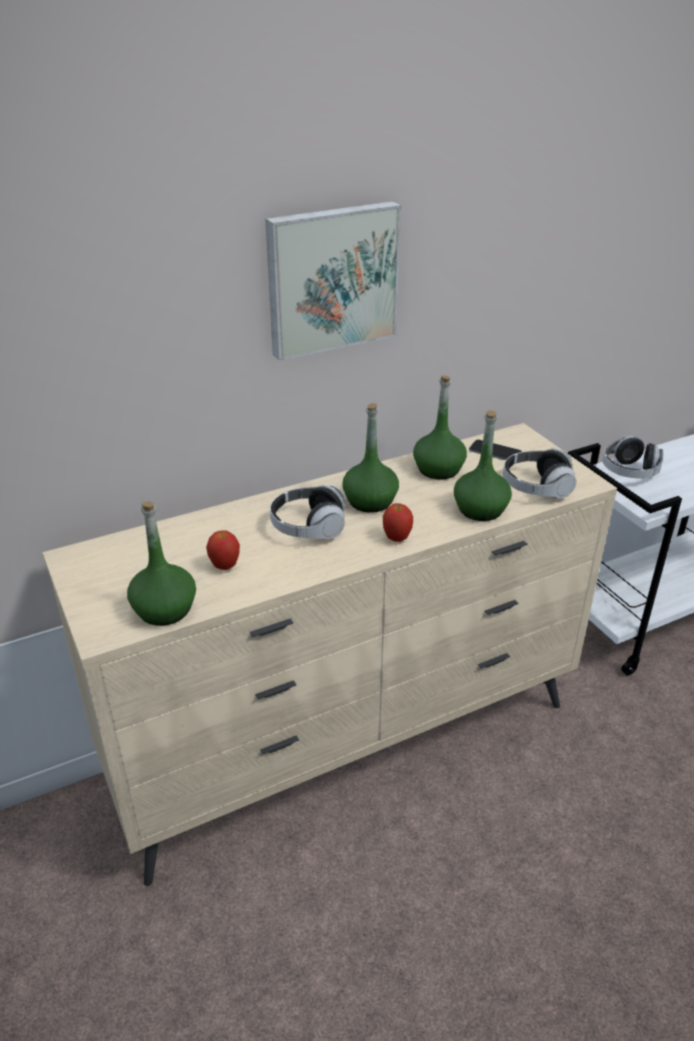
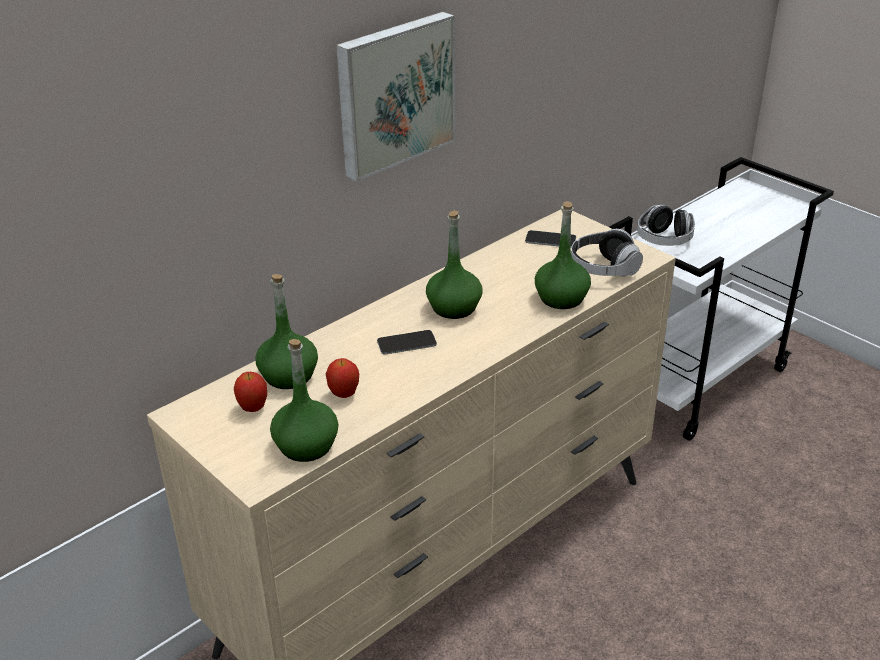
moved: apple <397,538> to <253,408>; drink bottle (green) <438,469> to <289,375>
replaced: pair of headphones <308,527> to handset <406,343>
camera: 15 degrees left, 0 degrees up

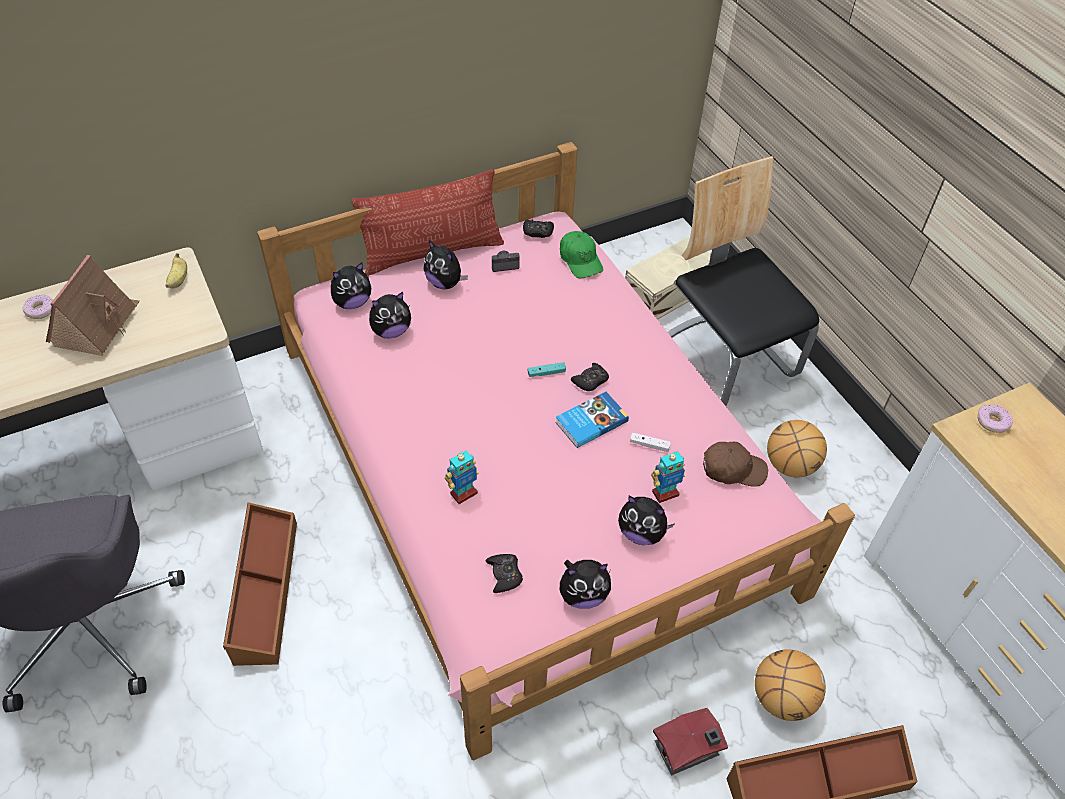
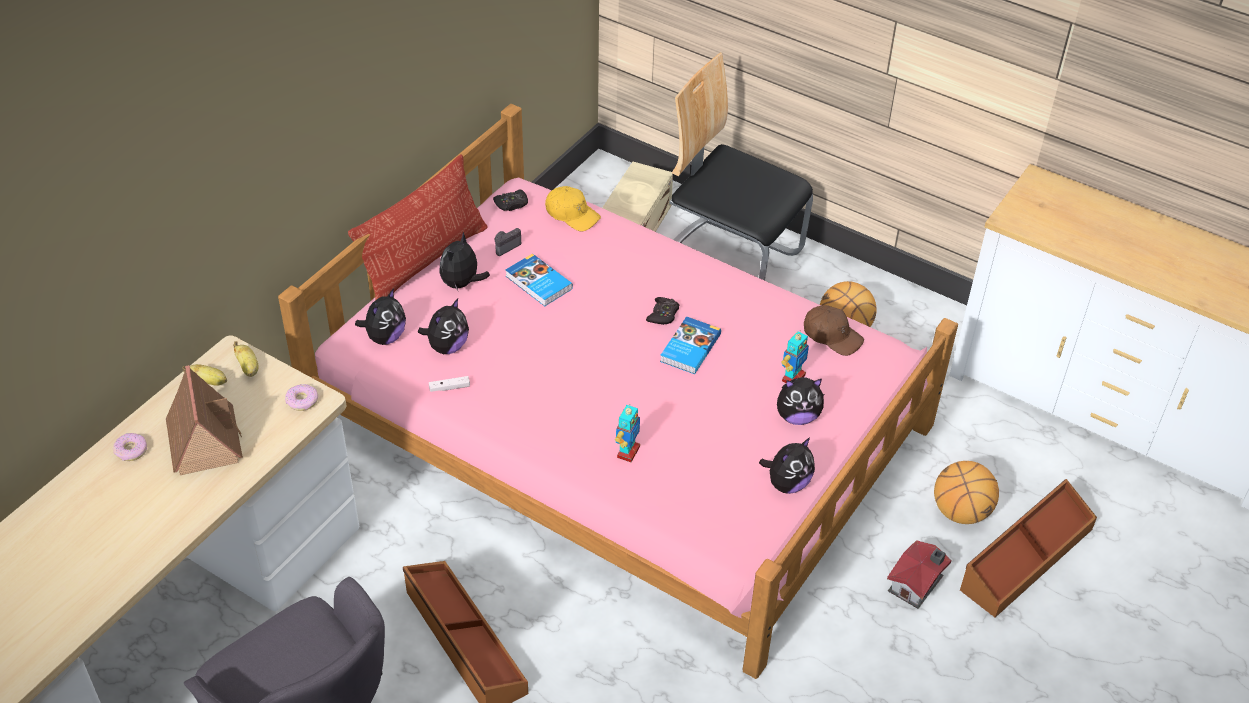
removed: gamepad (blackish) <504,575>; gamepad (turquoise) <546,373>
added: banana <209,382>; bound book <538,283>
moved: gamepad (whitish) <649,445> to <449,387>; doughnut <992,422> to <302,401>
recoloured: baseball cap (green) <580,260> to baseball cap (yellow) <572,214>
turned: soft toy <445,283> = <462,284> 105 degrees clockwise; baseball cap (brownish) <733,469> = <832,336> 60 degrees clockwise
camera: 30 degrees left, 5 degrees down

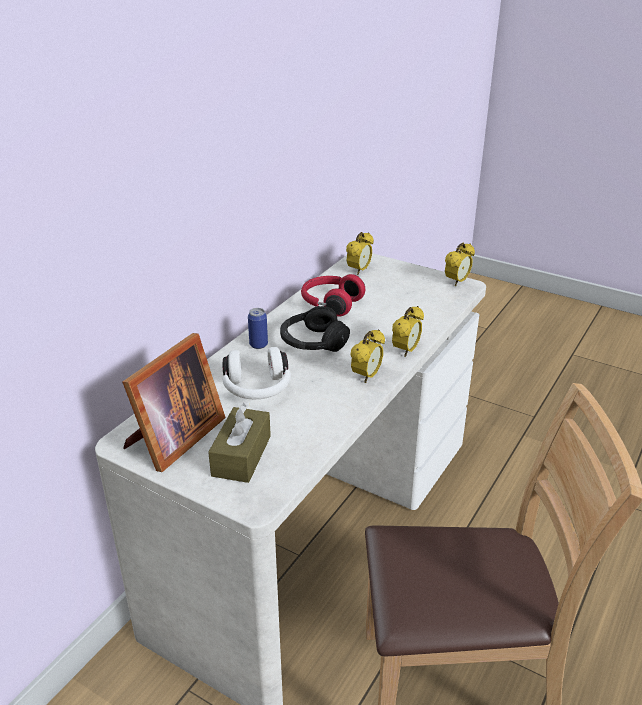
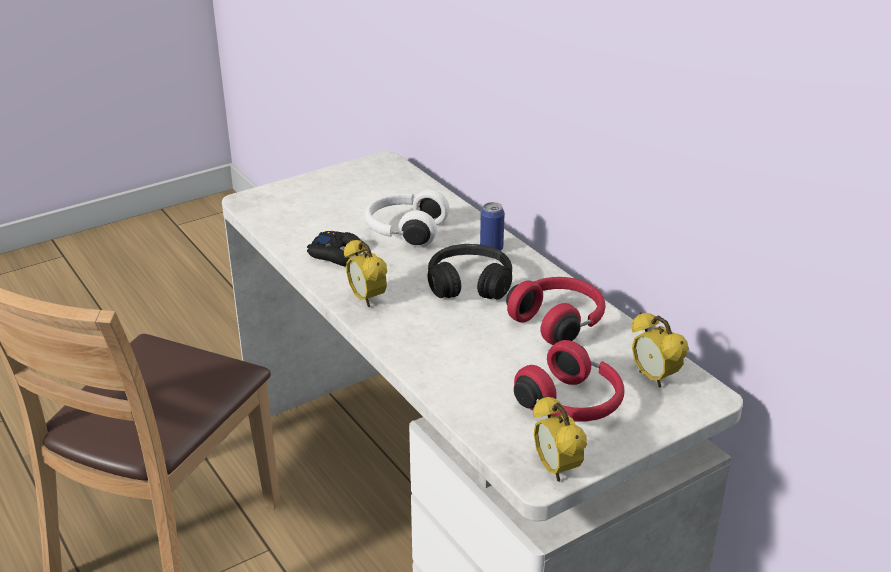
removed: picture frame <173,439>; box of tissues (brownish) <241,456>; bedside clock <406,351>
added: gamepad (blackish) <336,254>; pair of headphones (red-coloured) <572,404>
camera: 115 degrees right, 0 degrees up

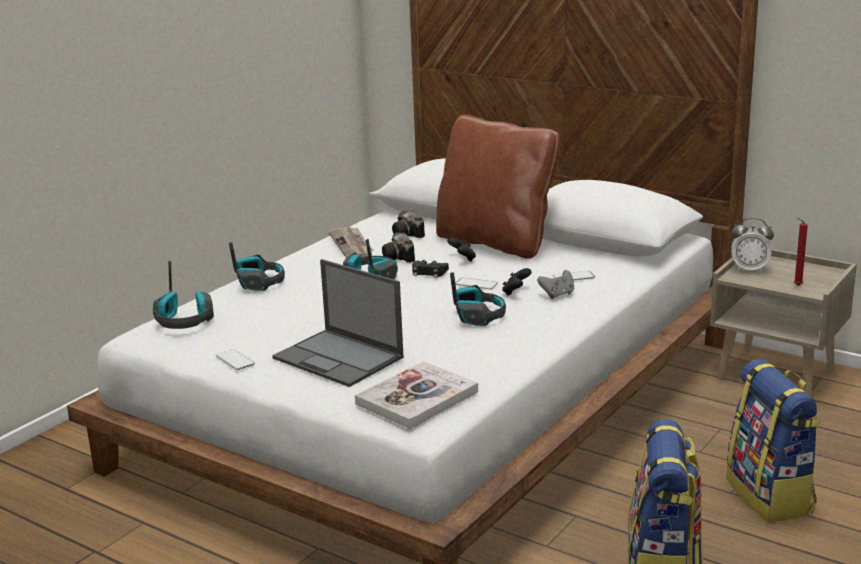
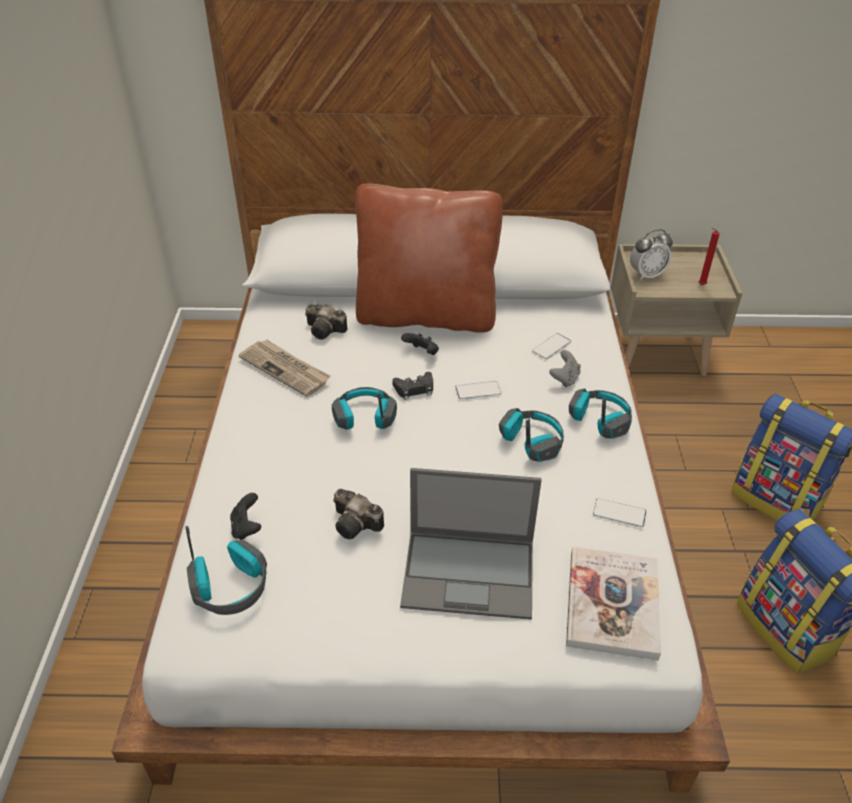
moved: handset <235,360> to <619,513>; pair of headphones <259,282> to <599,420>; still camera <399,258> to <357,525>; gamepad (blackish) <516,292> to <247,527>
camera: 35 degrees left, 20 degrees up

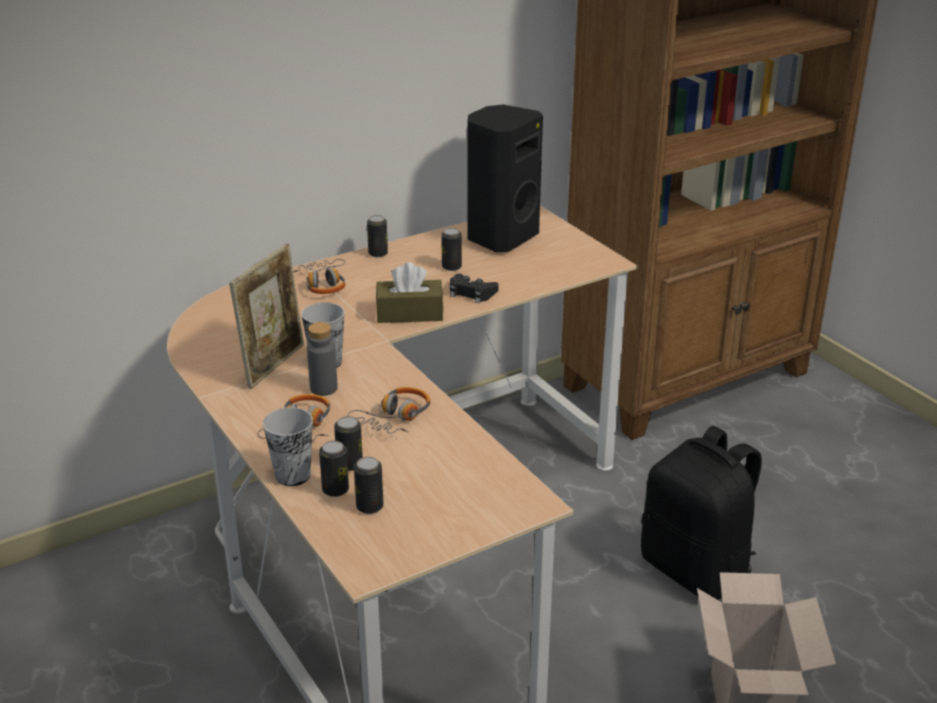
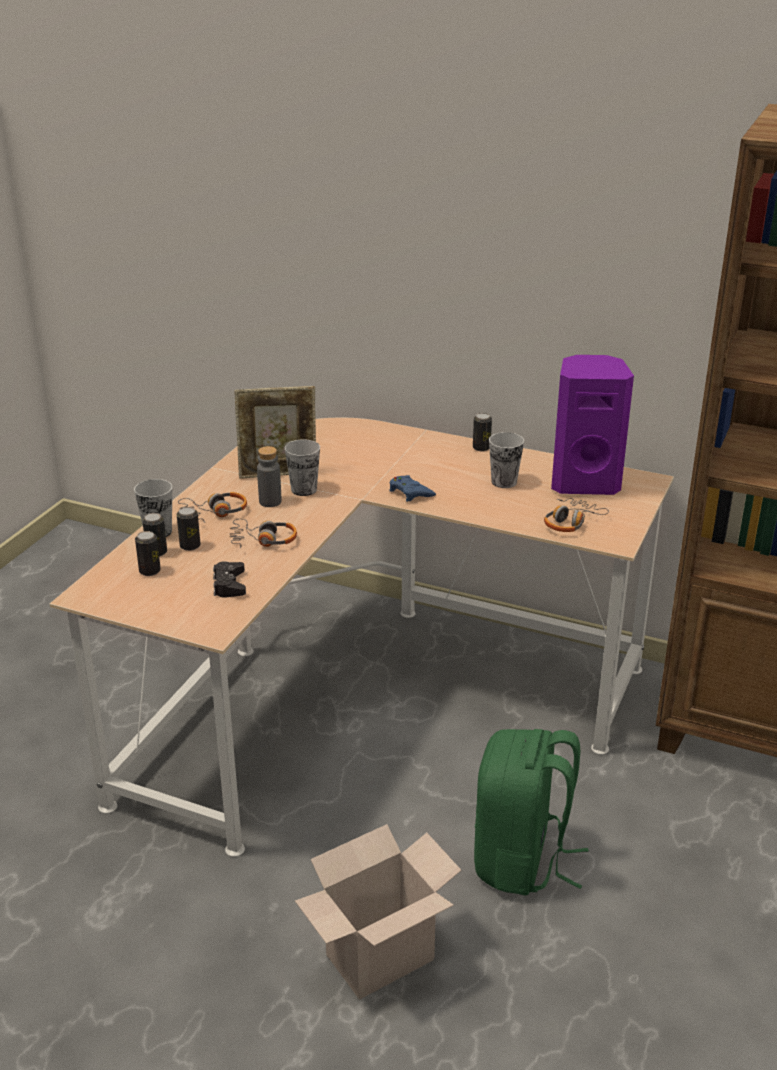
moved: pair of headphones <324,284> to <571,522>; gamepad (blackish) <471,293> to <229,585>
replaced: box of tissues (brownish) <410,313> to gamepad (bluish) <410,492>; can <451,267> to cup <504,482>
recoloured: loudspeaker (blackish) <500,237> to loudspeaker (purple-coloured) <584,483>; knapsack (blackish) <697,570> to knapsack (green) <522,860>
camera: 55 degrees right, 0 degrees up

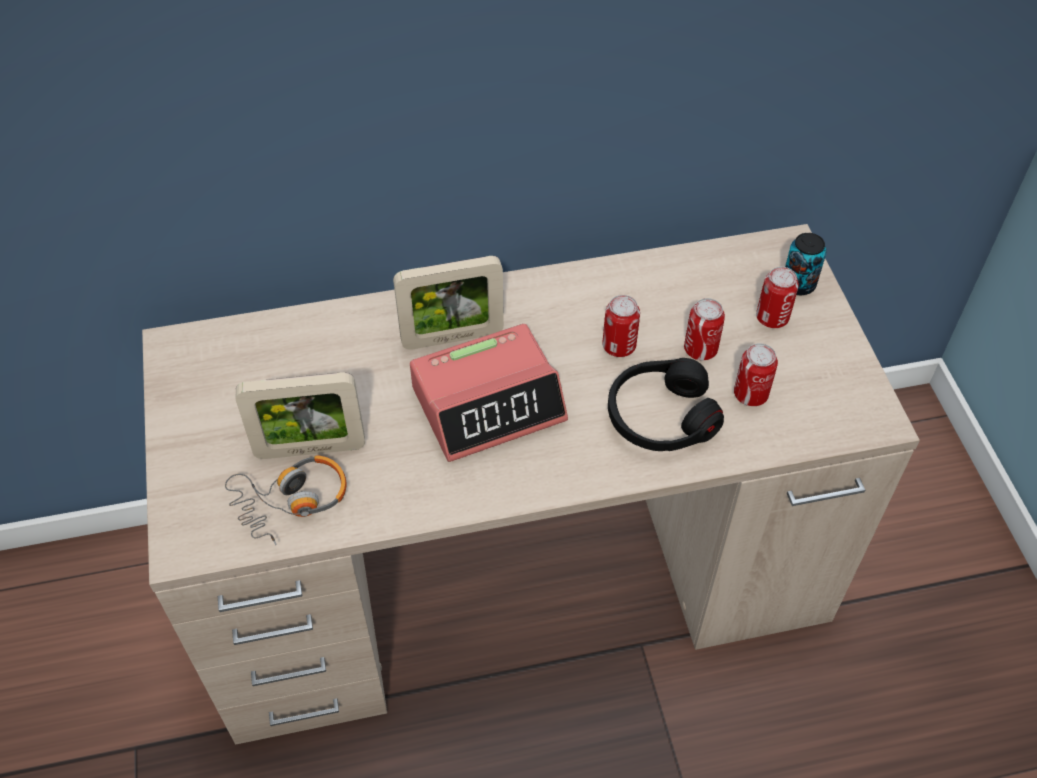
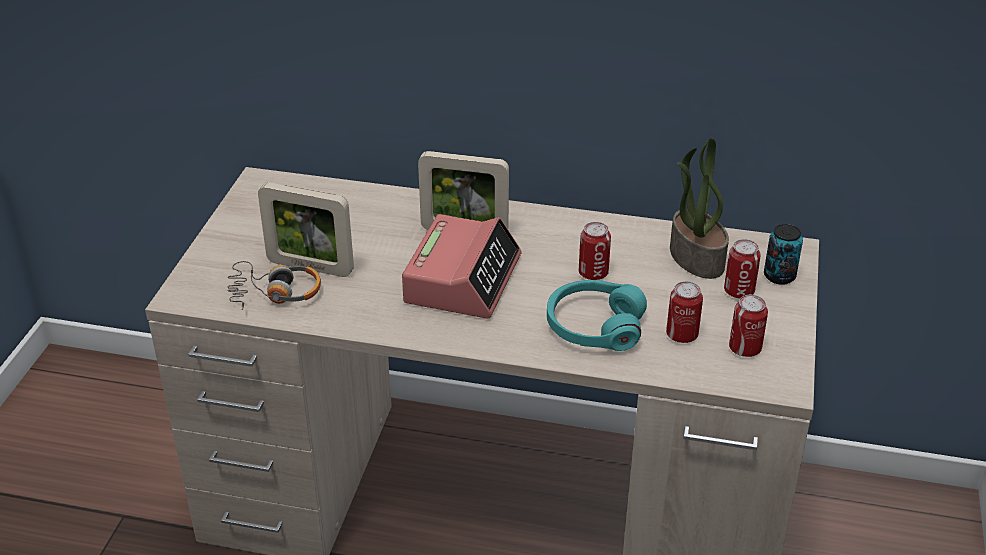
added: plant in a pot <695,257>
moved: can <700,349> to <745,348>
recoloured: pair of headphones (blackish) <660,416> to pair of headphones (turquoise) <594,326>
turned: bedside clock <489,403> = <463,279> 75 degrees counterclockwise
camera: 25 degrees right, 15 degrees down

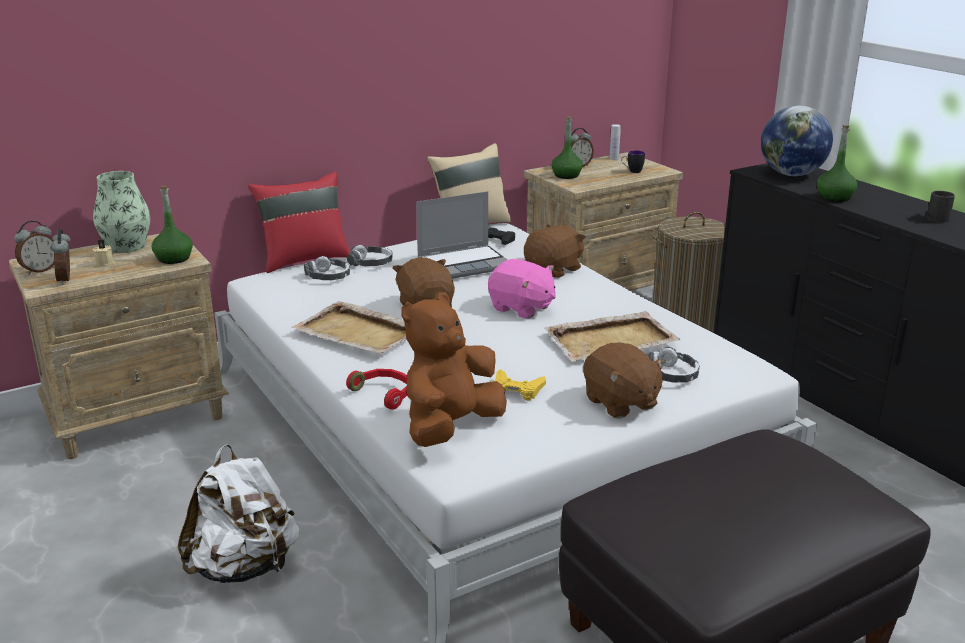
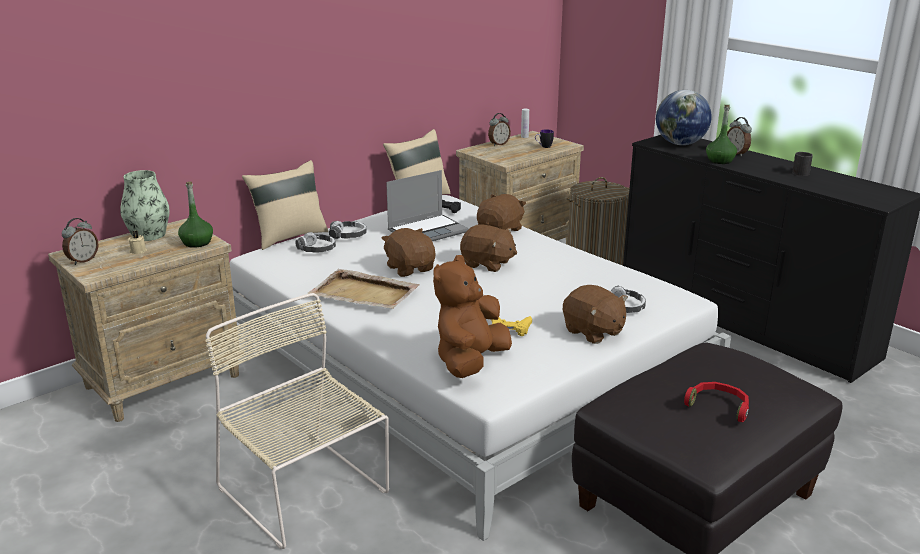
removed: carrying tray (beige) <612,340>; drink bottle (green) <566,175>
moved: bedside clock <67,279> to <736,154>; pair of headphones (red-coloured) <385,393> to <719,406>
replaced: knapsack (whitish) <244,567> to chair (beige) <305,493>
recoloured: pillow (red-coloured) <304,260> to pillow (beige) <289,236>; soft toy (pinkish) <521,308> to soft toy (brownish) <487,264>
camera: 10 degrees left, 0 degrees up

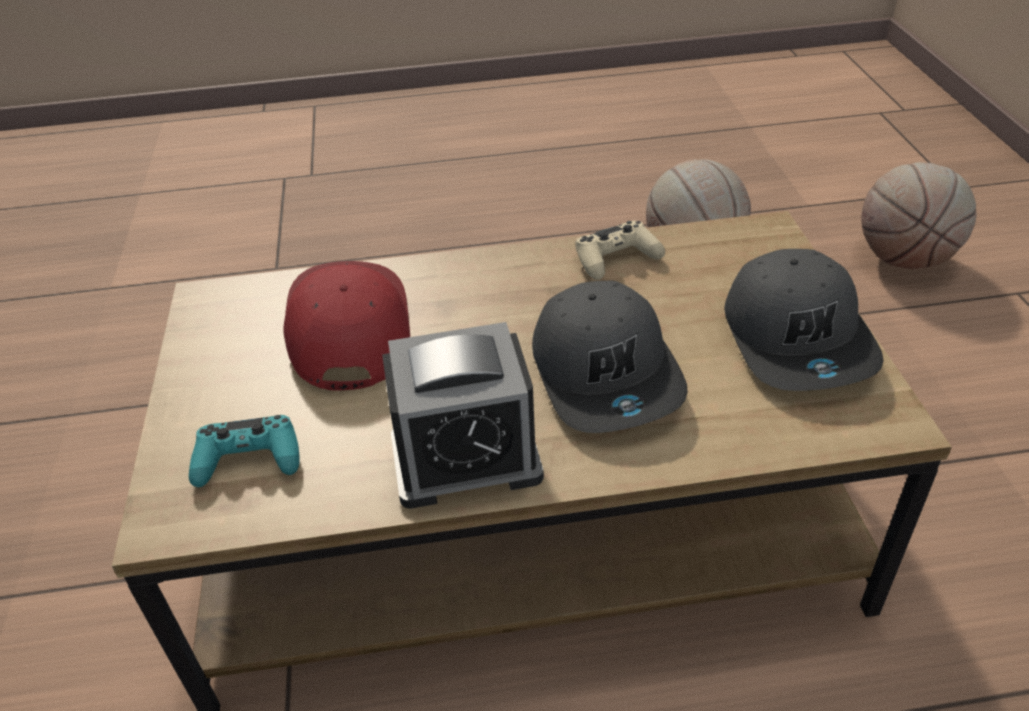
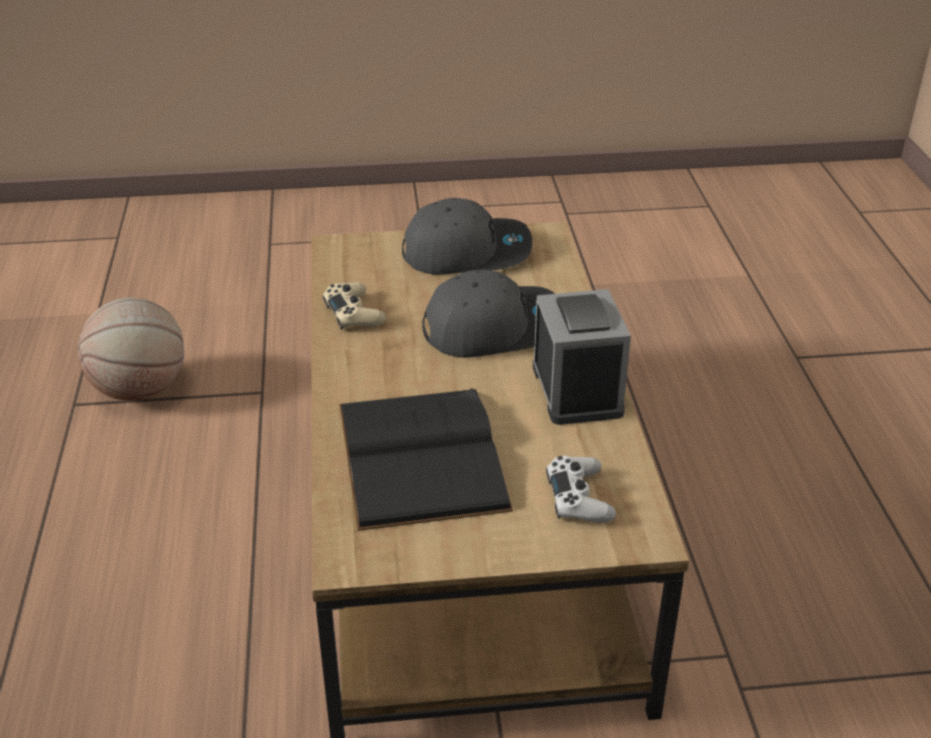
removed: ball for basketball <904,259>
replaced: baseball cap (red-coloured) <347,330> to bound book (blackish) <421,456>
recoloured: gamepad (turquoise) <249,460> to gamepad (whitish) <579,498>
camera: 90 degrees left, 5 degrees down

